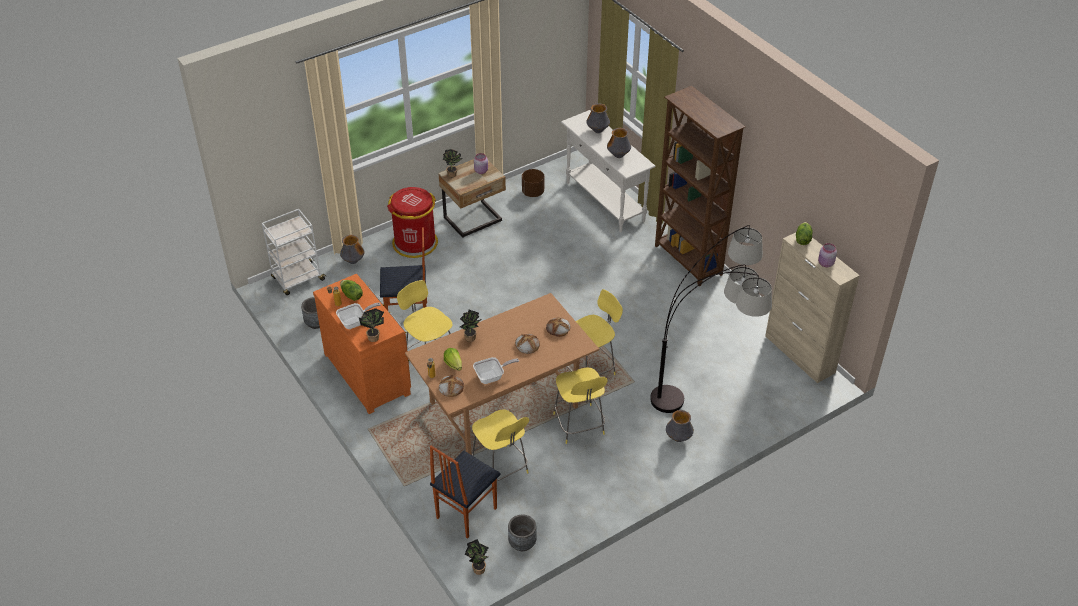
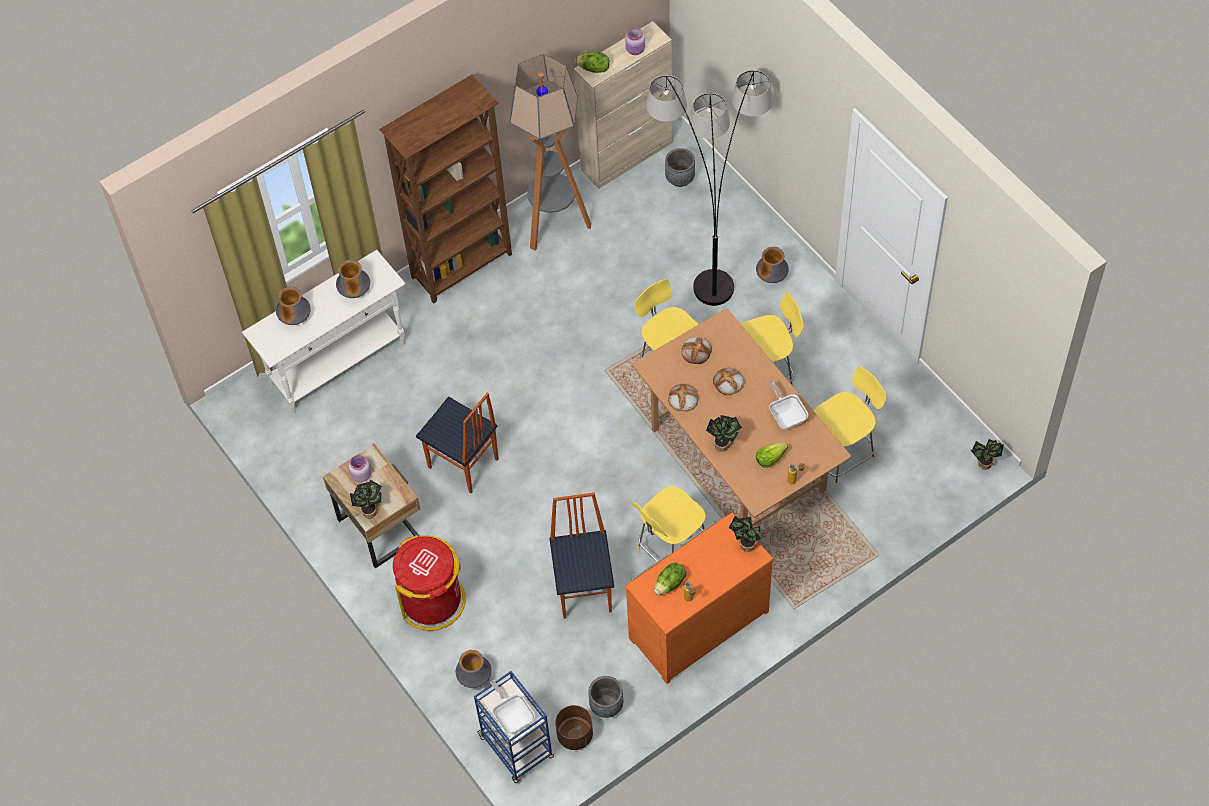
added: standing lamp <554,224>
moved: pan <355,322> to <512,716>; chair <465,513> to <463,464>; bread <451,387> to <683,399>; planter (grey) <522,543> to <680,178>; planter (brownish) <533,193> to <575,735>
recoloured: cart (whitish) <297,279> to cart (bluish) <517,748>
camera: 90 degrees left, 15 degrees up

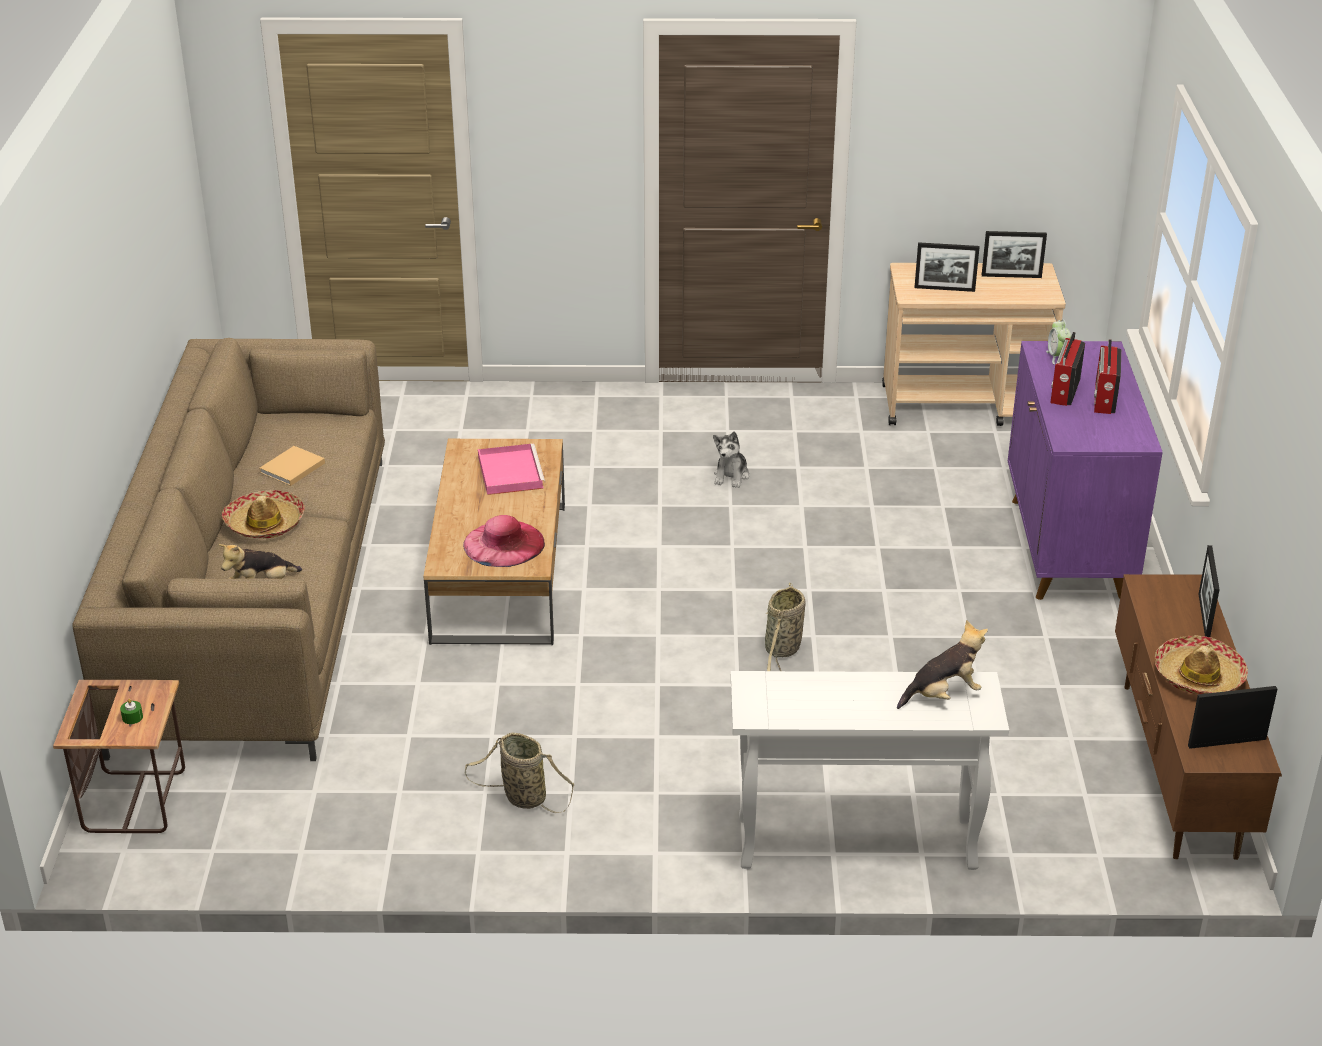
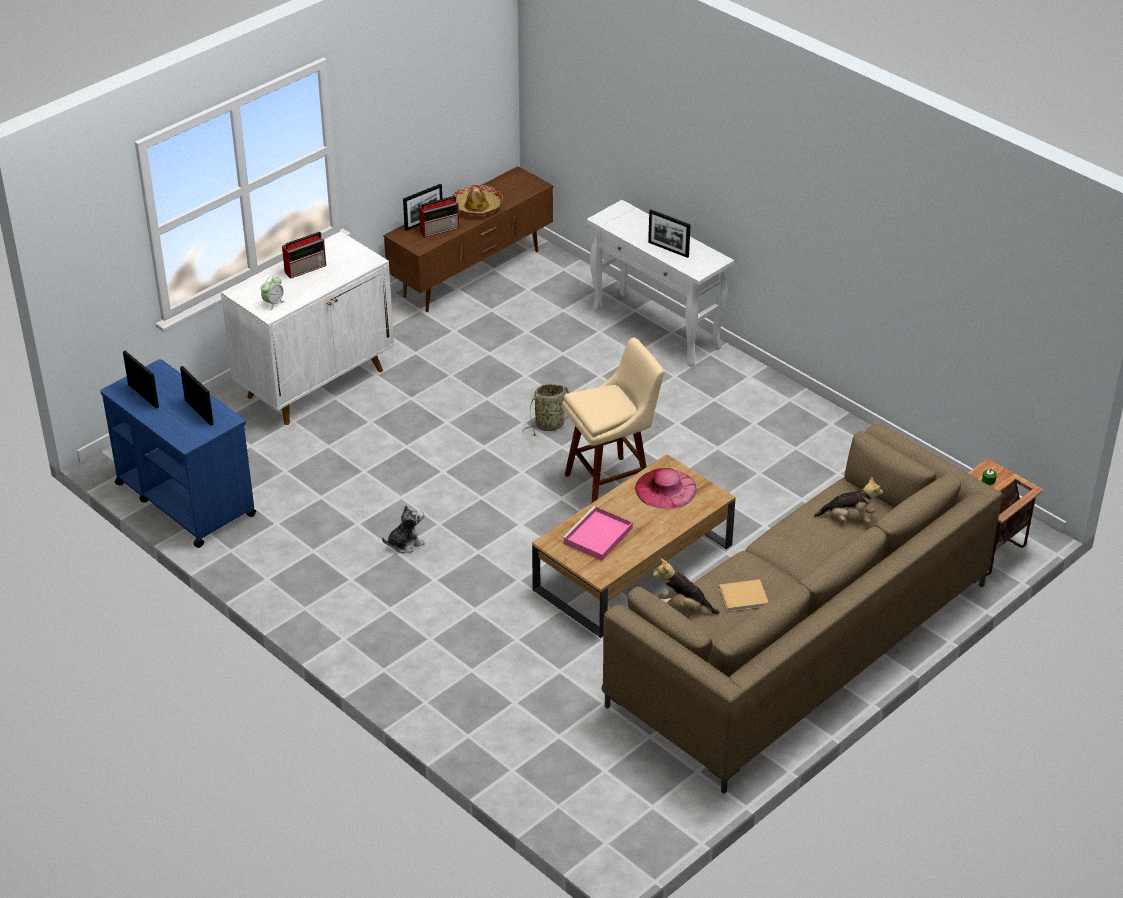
removed: clothing hat <265,523>; household basket <521,797>
added: sitting stool (beige) <612,483>
moved: soft toy <943,694> to <684,604>; radio set <1064,391> to <440,229>; picture frame <1227,742> to <668,249>
recoloured: cart (beige) <965,405> to cart (bluish) <185,498>; cabinet (purple-coloured) <1067,549> to cabinet (whitish) <316,383>
camera: 135 degrees left, 5 degrees up

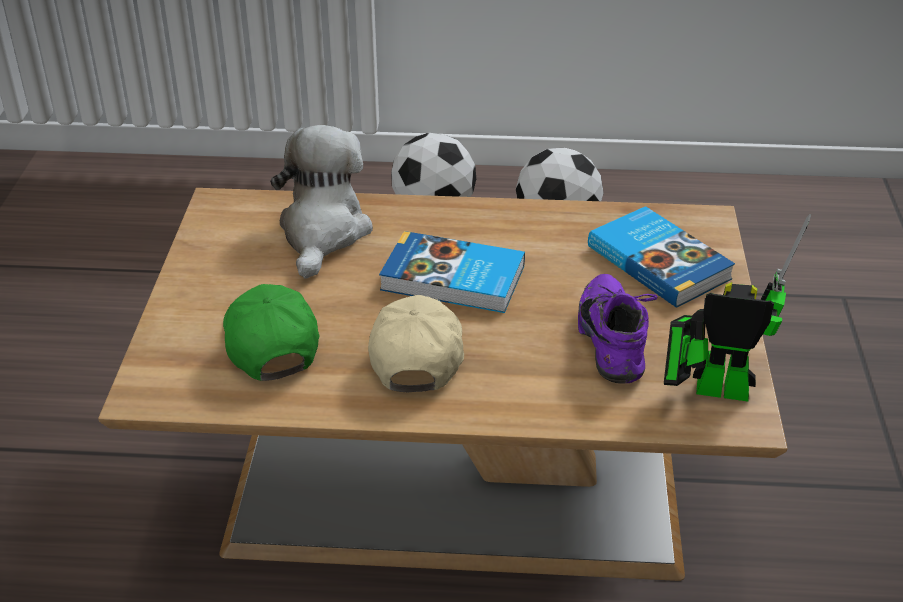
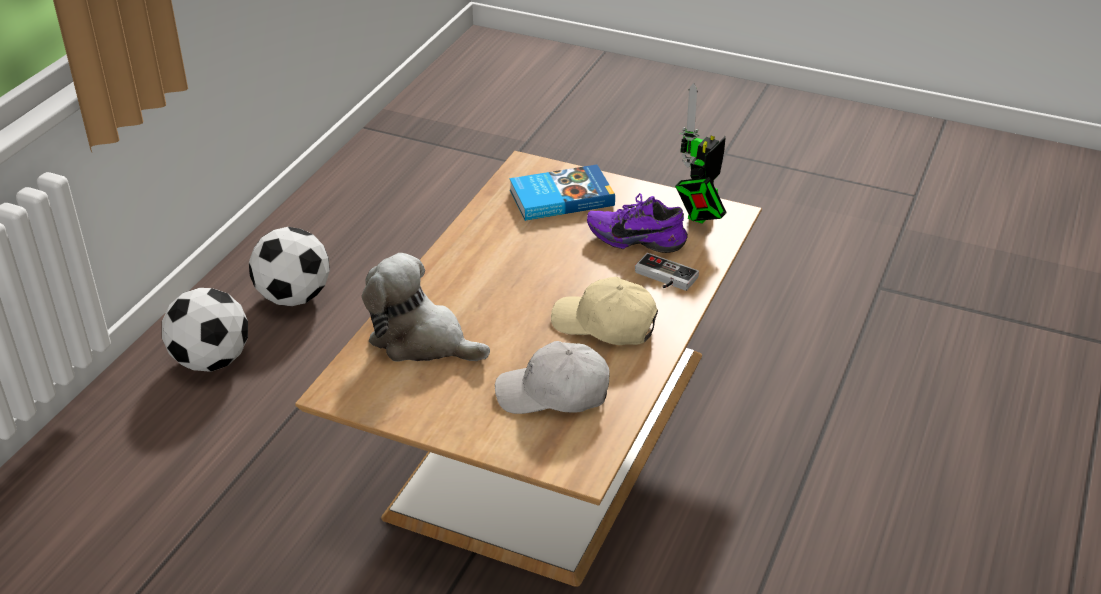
removed: bound book <453,279>
added: gamepad <663,278>
recoloured: baseball cap (green) <270,342> to baseball cap (whitish) <553,393>
camera: 70 degrees left, 0 degrees up

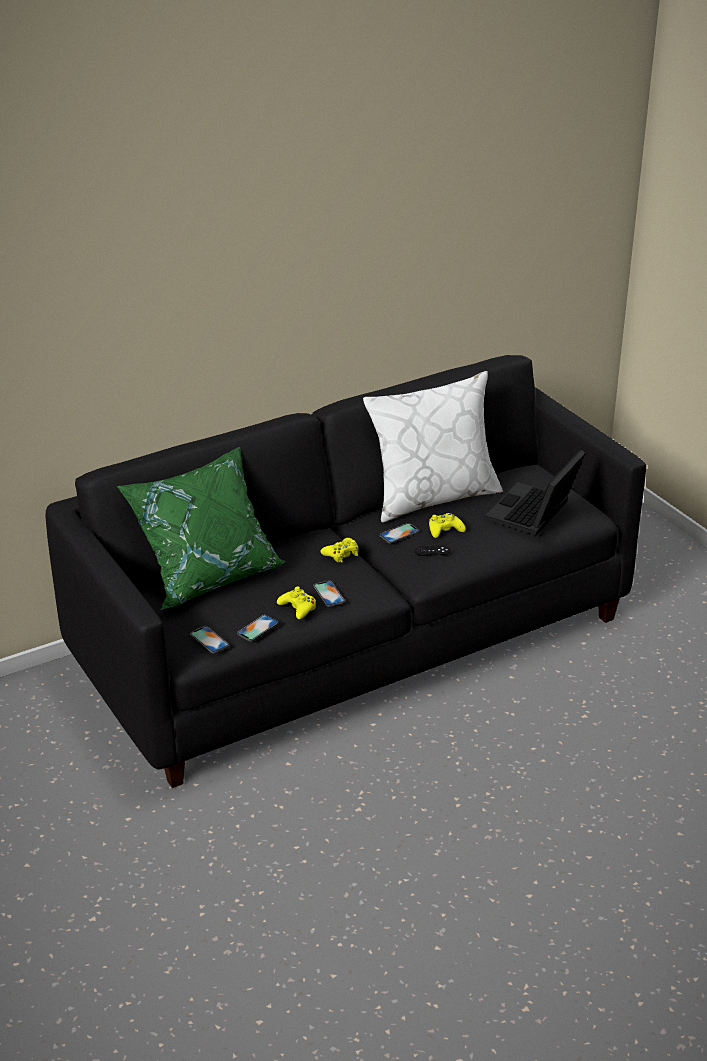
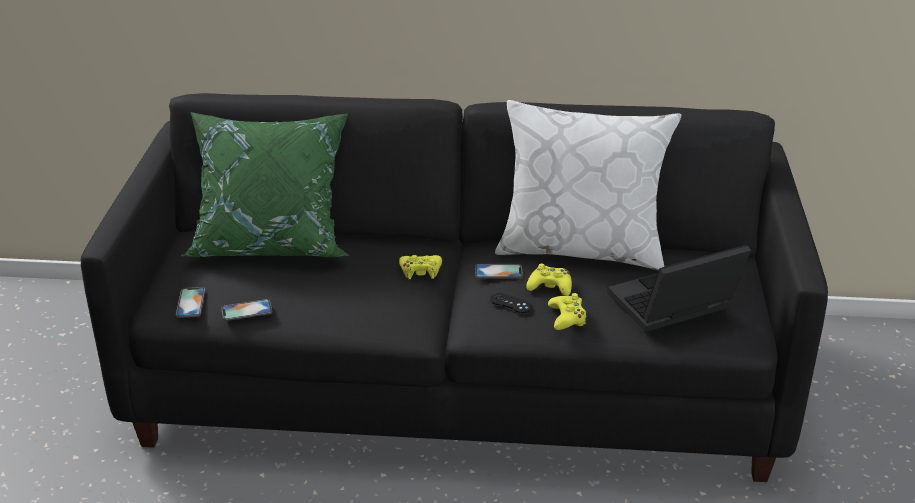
removed: handset <328,594>
moved: gamepad (yellow) <298,608> to <567,318>
camera: 35 degrees right, 0 degrees up

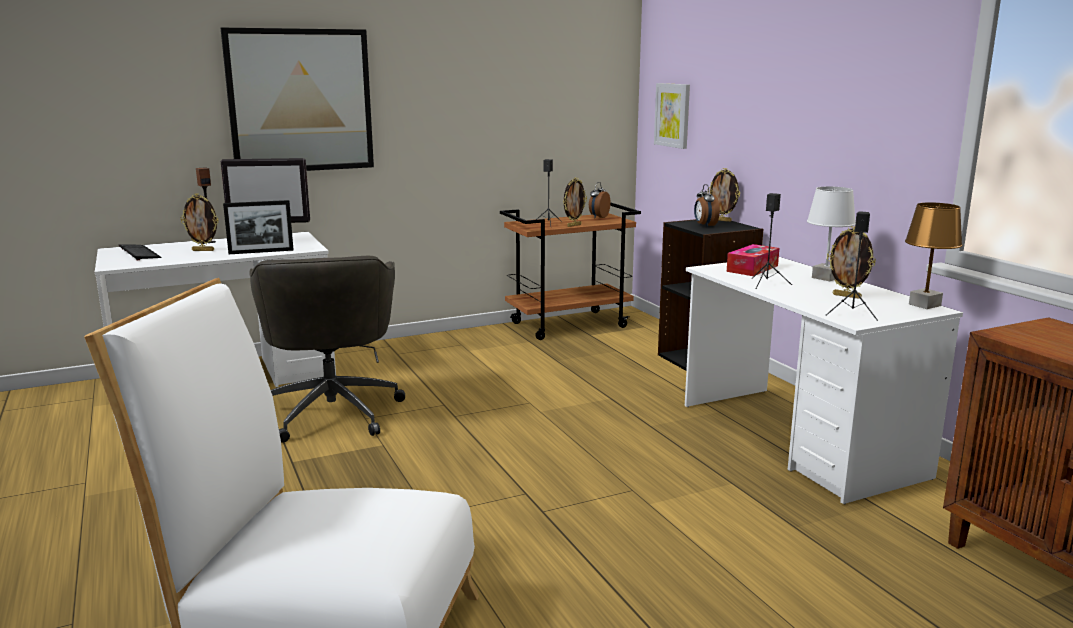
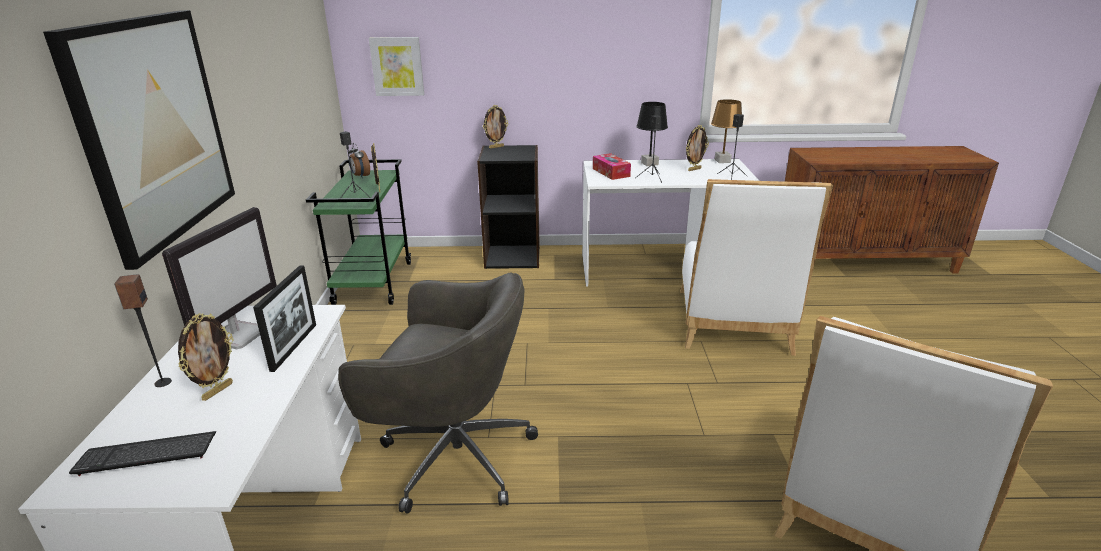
removed: bedside clock <704,225>
added: chair (whitish) <733,325>
recoloured: cart (brownish) <569,325> to cart (green) <373,282>; tabletop lamp (whitish) <825,278> to tabletop lamp (blackish) <649,164>
camera: 65 degrees left, 10 degrees up

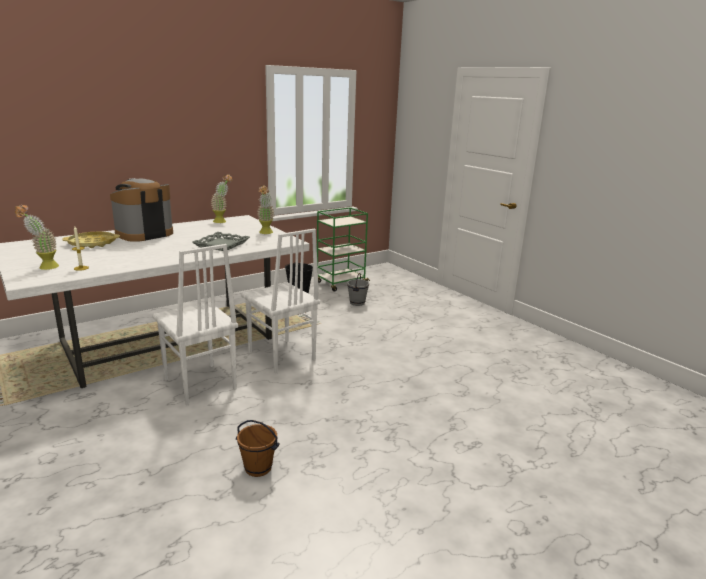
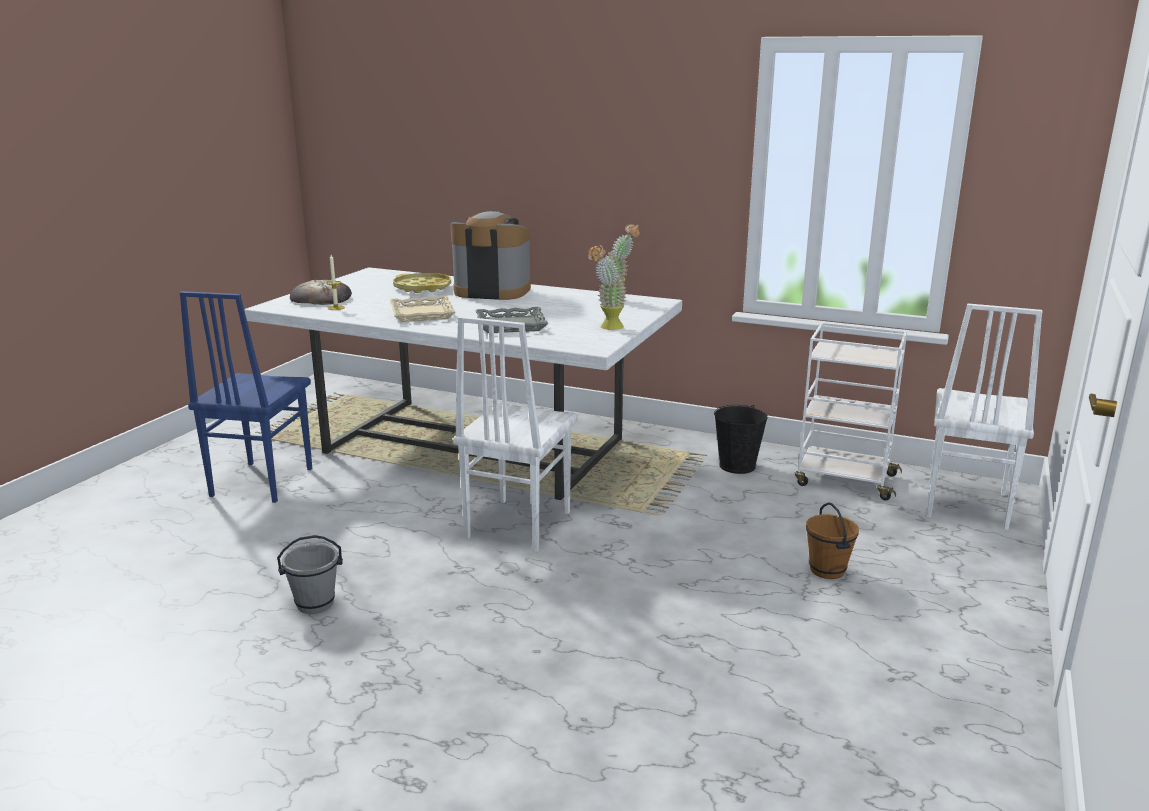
added: chair (bluish) <260,482>; carrying tray (beige) <423,314>
moved: chair (whitish) <199,384> to <964,505>; water bucket (brownish) <258,468> to <828,570>; water bucket (grey) <357,303> to <315,604>
replaced: plant in a pot <43,267> to bread <321,298>
recoloured: cart (green) <341,283> to cart (whitish) <844,480>
camera: 60 degrees right, 0 degrees up

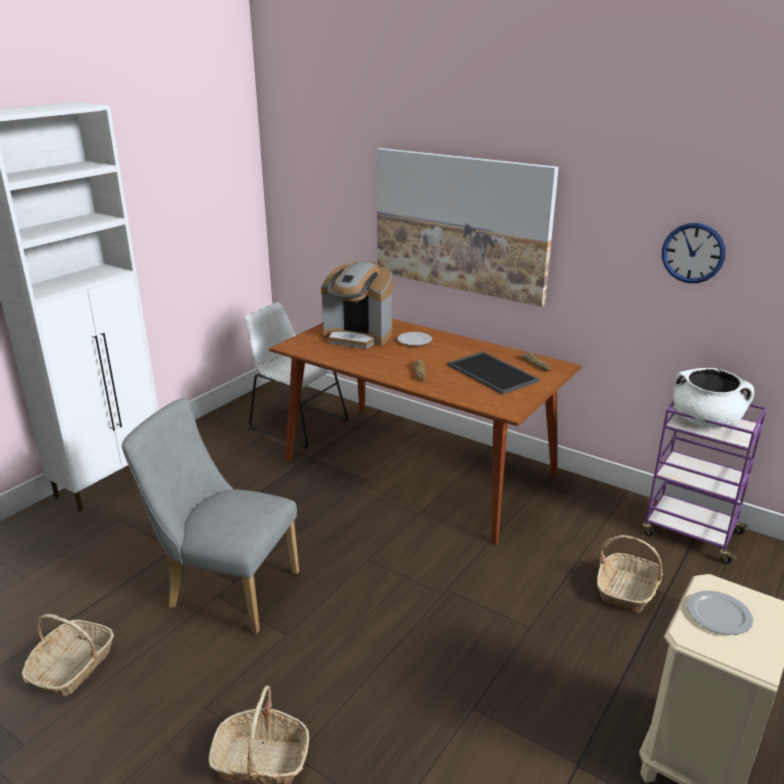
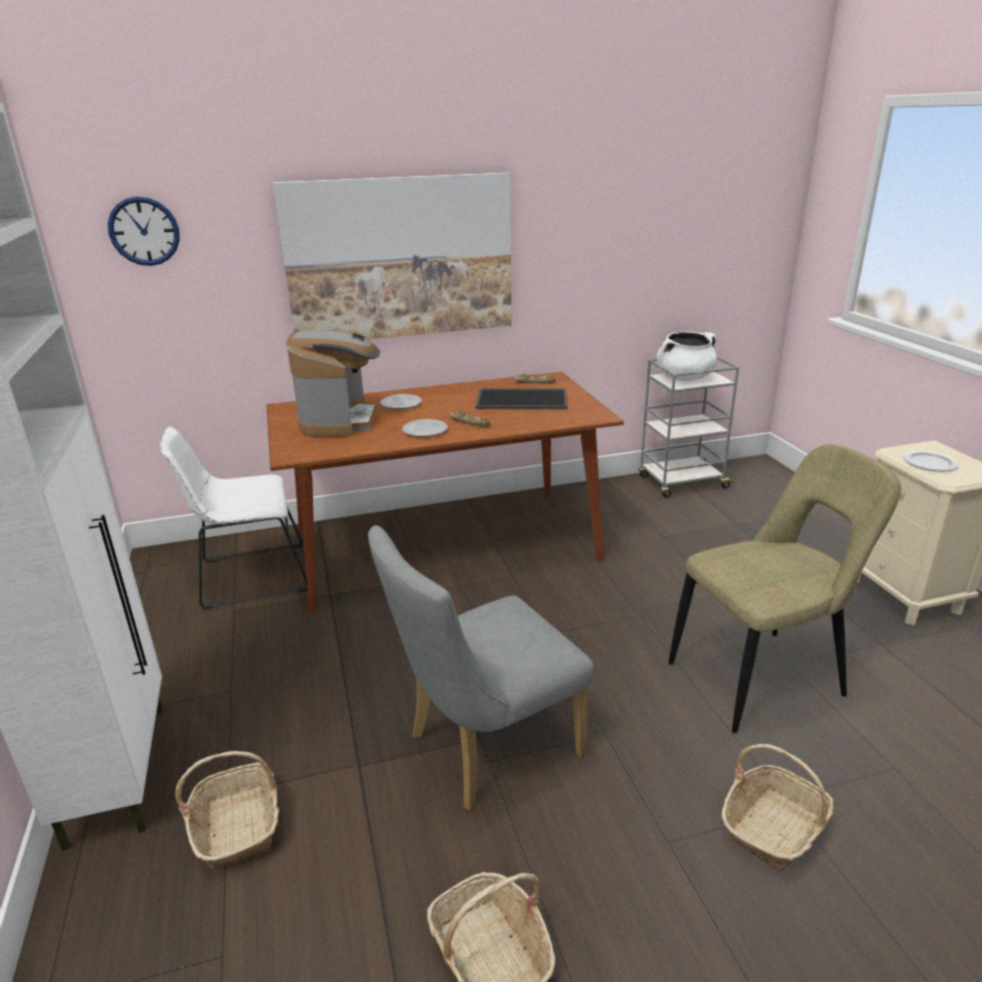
added: dinner plate <424,431>; chair (beige) <762,677>
moved: household basket <627,590> to <238,825>; clock on the wall <693,253> to <144,231>
recoloured: cart (purple-coloured) <690,533> to cart (grey) <681,483>
turned: coffee machine <358,336> = <340,421> 60 degrees counterclockwise
camera: 50 degrees left, 0 degrees up

